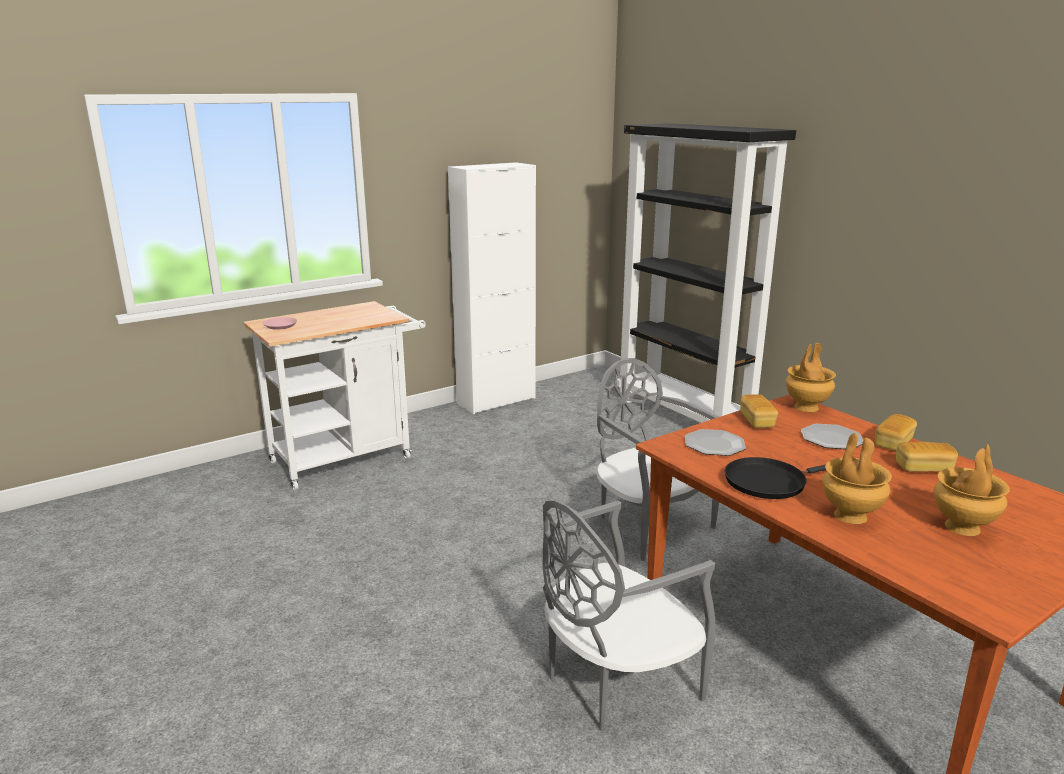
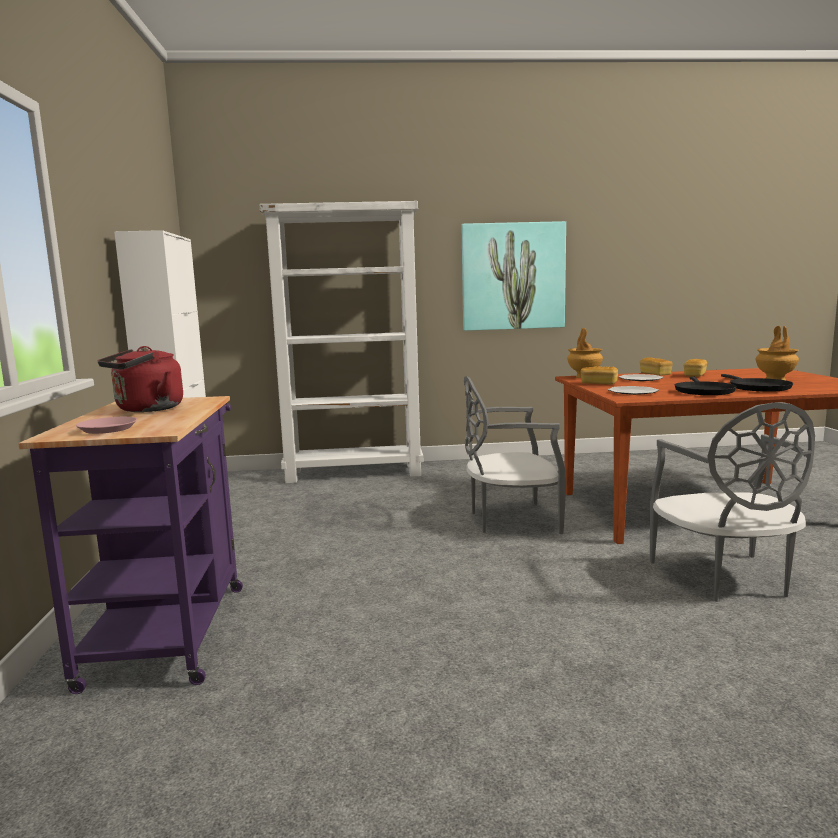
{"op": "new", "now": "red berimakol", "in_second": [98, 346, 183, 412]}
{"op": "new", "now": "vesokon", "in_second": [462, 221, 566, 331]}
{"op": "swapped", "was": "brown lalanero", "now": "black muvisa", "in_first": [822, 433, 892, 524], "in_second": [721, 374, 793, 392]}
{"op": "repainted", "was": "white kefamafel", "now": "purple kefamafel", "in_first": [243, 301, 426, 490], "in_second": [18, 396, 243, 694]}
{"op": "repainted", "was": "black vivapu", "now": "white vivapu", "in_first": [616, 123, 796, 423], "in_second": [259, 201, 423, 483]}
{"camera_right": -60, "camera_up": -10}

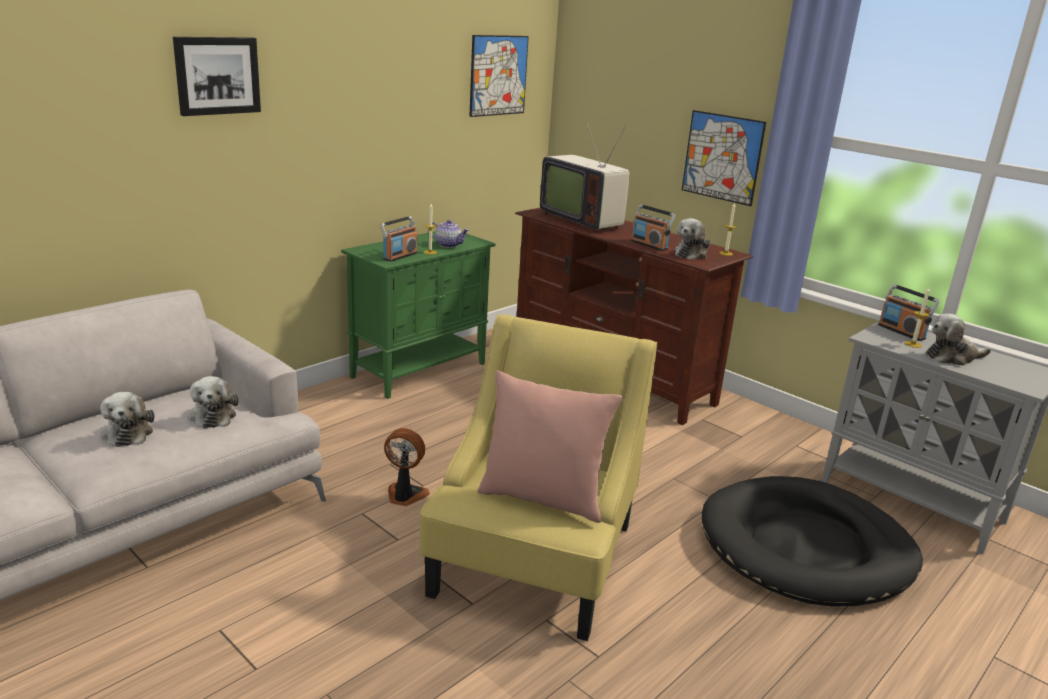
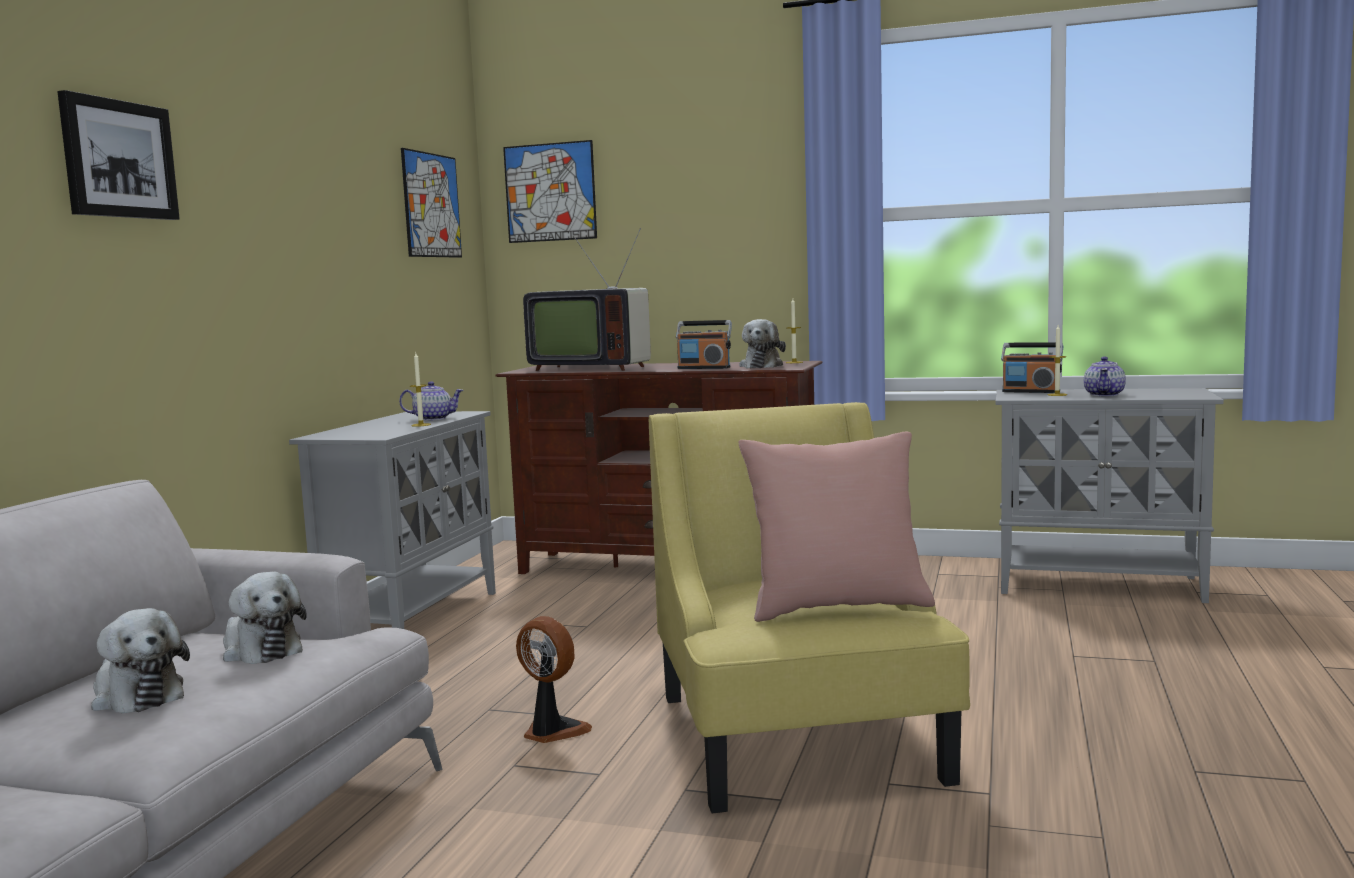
{"op": "gone", "was": "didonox", "in_first": [380, 216, 418, 262]}
{"op": "gone", "was": "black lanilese", "in_first": [702, 476, 923, 607]}
{"op": "shifted", "was": "vesokon", "in_first": [682, 110, 766, 206], "in_second": [503, 140, 597, 243]}
{"op": "swapped", "was": "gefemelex", "now": "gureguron", "in_first": [926, 314, 991, 366], "in_second": [1084, 357, 1126, 396]}
{"op": "repainted", "was": "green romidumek", "now": "grey romidumek", "in_first": [341, 231, 496, 399], "in_second": [289, 411, 496, 629]}
{"op": "rotated", "was": "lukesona", "in_first": [384, 428, 430, 506], "in_second": [516, 616, 592, 743], "clockwise": 45}
{"camera_right": -25, "camera_up": -15}

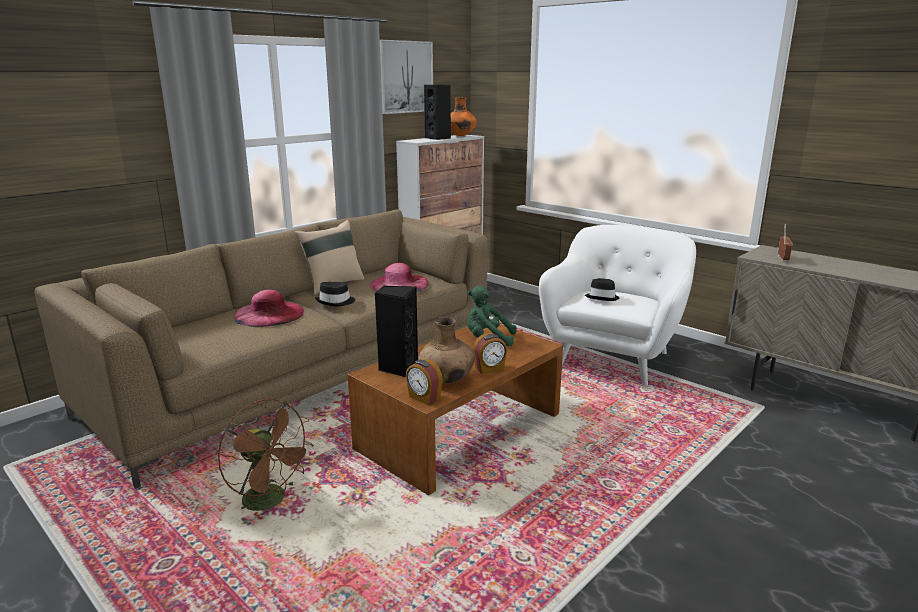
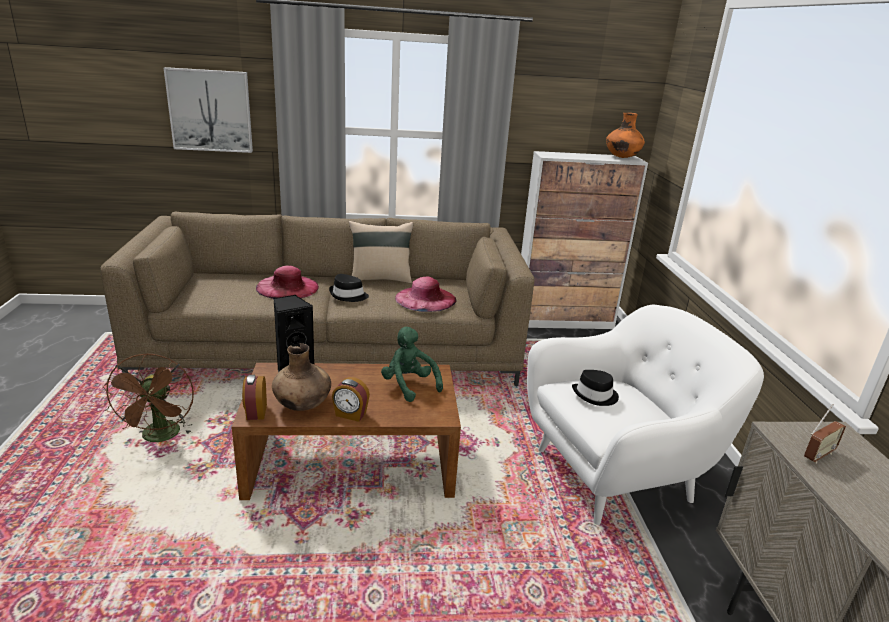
{"op": "gone", "was": "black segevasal", "in_first": [424, 85, 451, 140]}
{"op": "shifted", "was": "vesokon", "in_first": [380, 40, 433, 114], "in_second": [164, 67, 253, 153]}
{"camera_right": 40, "camera_up": 5}

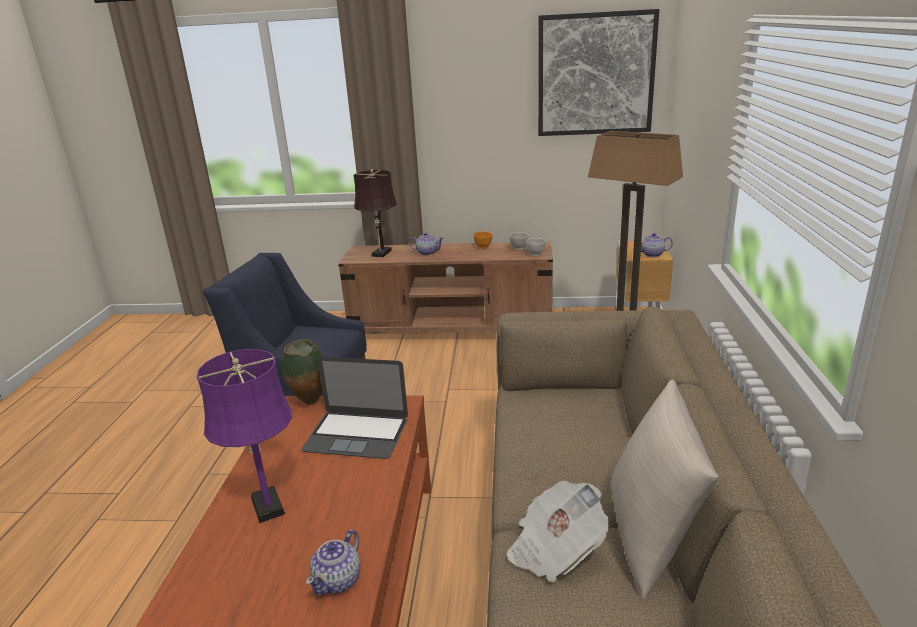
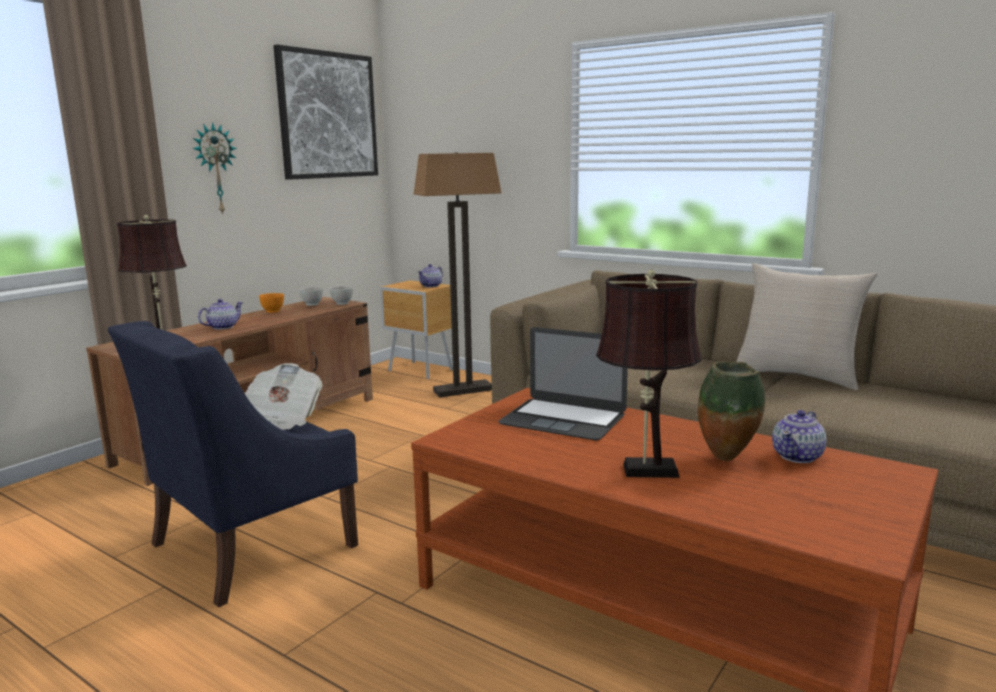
{"op": "new", "now": "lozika", "in_second": [192, 122, 237, 215]}
{"op": "shifted", "was": "lalanero", "in_first": [282, 339, 324, 405], "in_second": [698, 361, 765, 461]}
{"op": "shifted", "was": "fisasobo", "in_first": [507, 481, 609, 582], "in_second": [245, 363, 323, 430]}
{"op": "repainted", "was": "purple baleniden", "now": "brown baleniden", "in_first": [197, 349, 292, 523], "in_second": [596, 270, 701, 478]}
{"op": "rotated", "was": "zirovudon", "in_first": [301, 357, 408, 459], "in_second": [498, 327, 628, 440], "clockwise": 75}
{"op": "rotated", "was": "gureguron", "in_first": [306, 529, 360, 595], "in_second": [772, 410, 827, 463], "clockwise": 75}
{"camera_right": -60, "camera_up": -10}

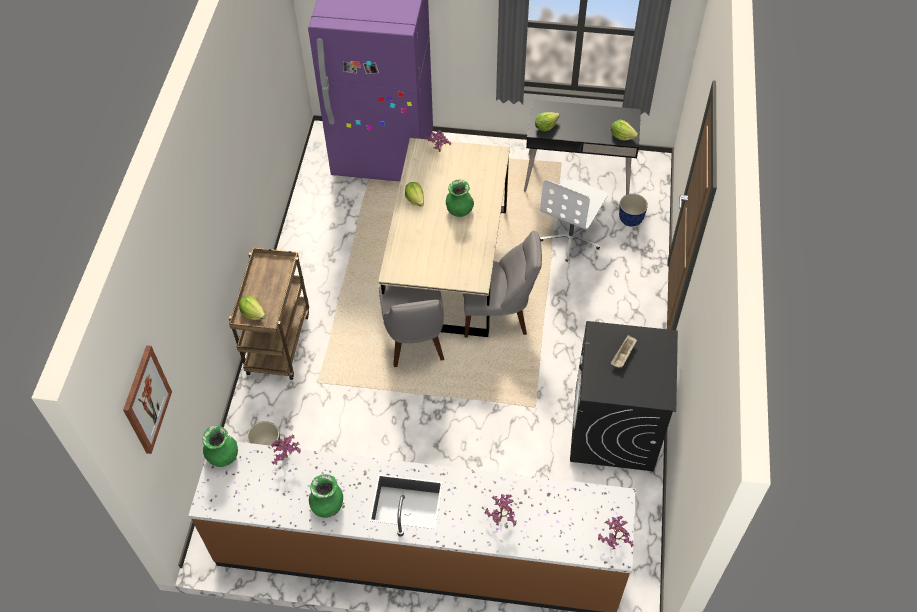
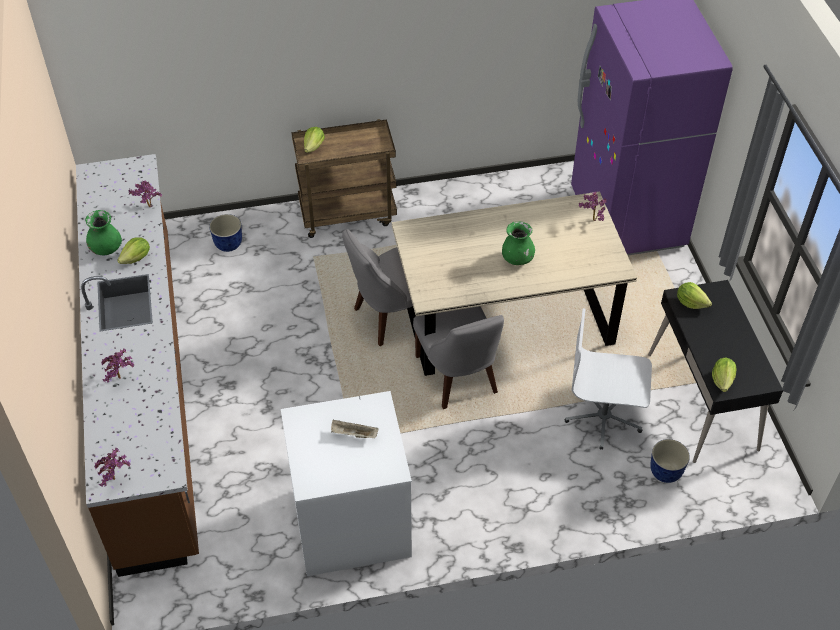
{"op": "gone", "was": "vesokon", "in_first": [123, 345, 172, 454]}
{"op": "gone", "was": "green lalanero", "in_first": [202, 425, 238, 467]}
{"op": "shifted", "was": "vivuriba", "in_first": [405, 182, 424, 207], "in_second": [117, 237, 150, 264]}
{"op": "repainted", "was": "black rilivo", "now": "white rilivo", "in_first": [570, 321, 678, 471], "in_second": [281, 391, 412, 576]}
{"camera_right": 70, "camera_up": -5}

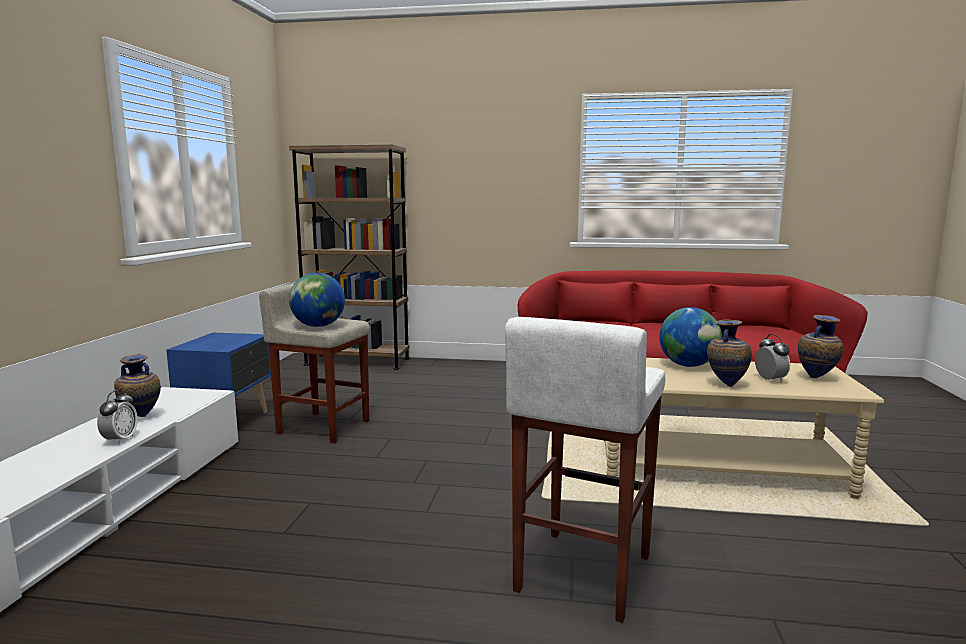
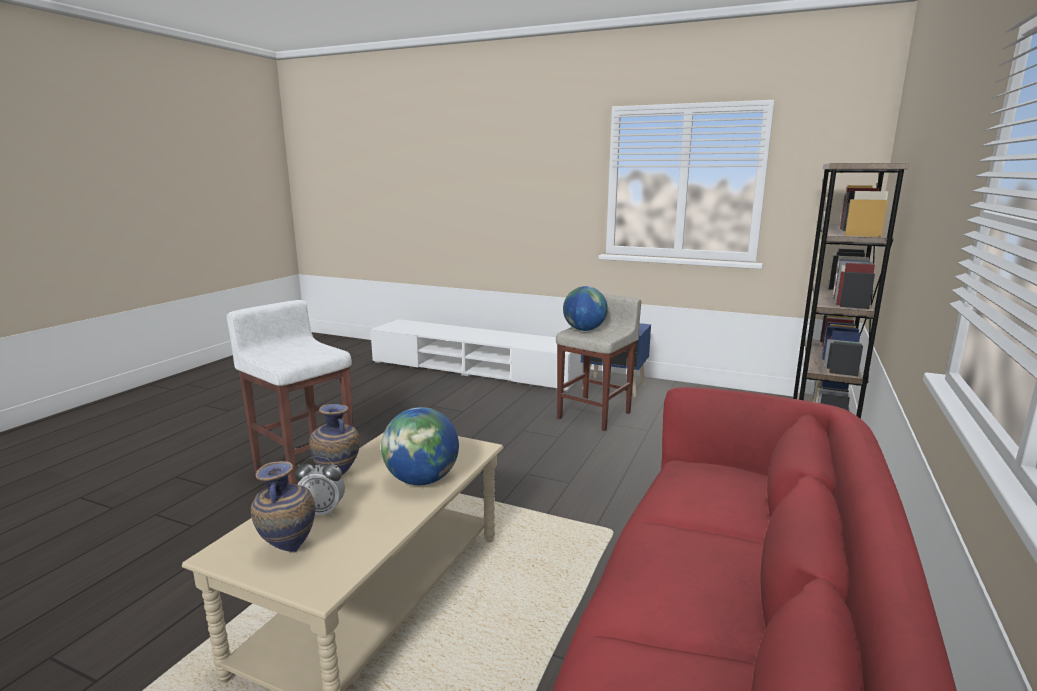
{"op": "gone", "was": "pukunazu", "in_first": [97, 390, 138, 444]}
{"op": "gone", "was": "lalanero", "in_first": [114, 354, 161, 417]}
{"camera_right": 105, "camera_up": 5}

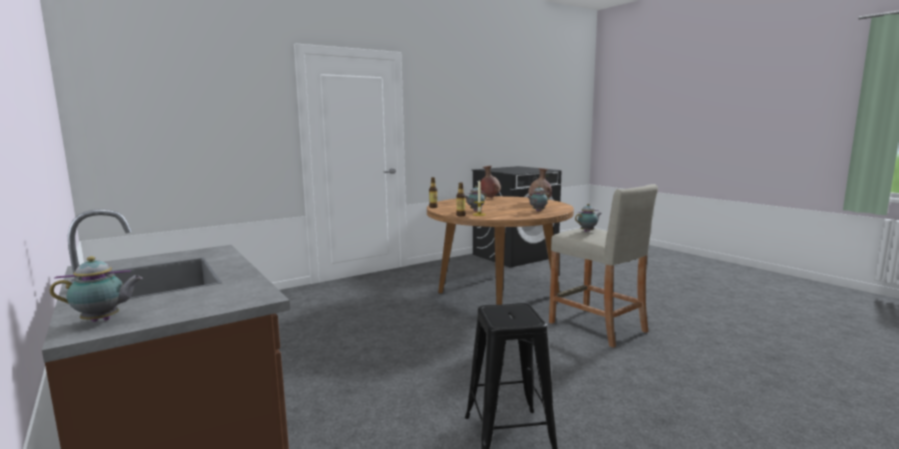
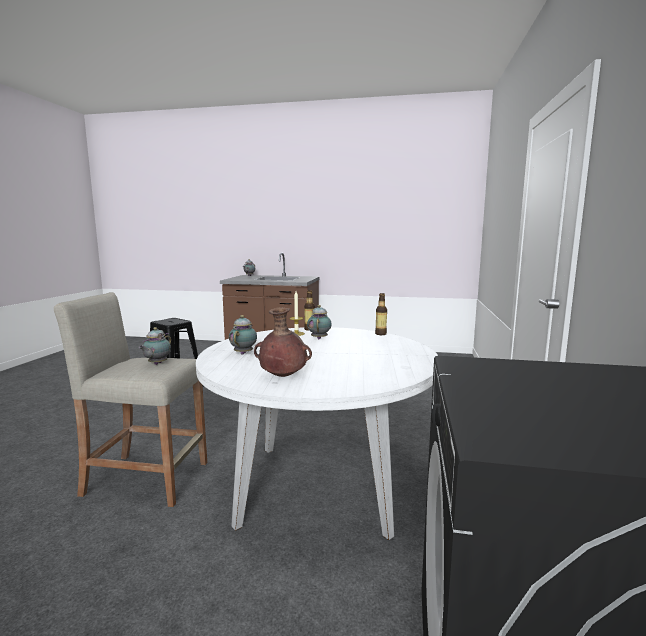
{"op": "gone", "was": "brown lalanero", "in_first": [480, 166, 501, 198]}
{"op": "repainted", "was": "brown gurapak", "now": "white gurapak", "in_first": [427, 196, 574, 305], "in_second": [196, 327, 438, 540]}
{"camera_right": 135, "camera_up": 0}

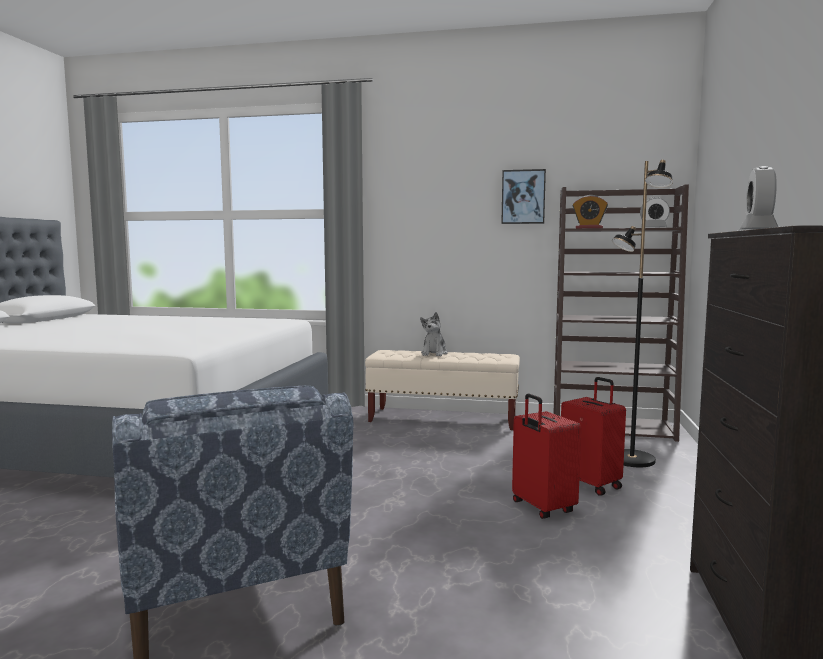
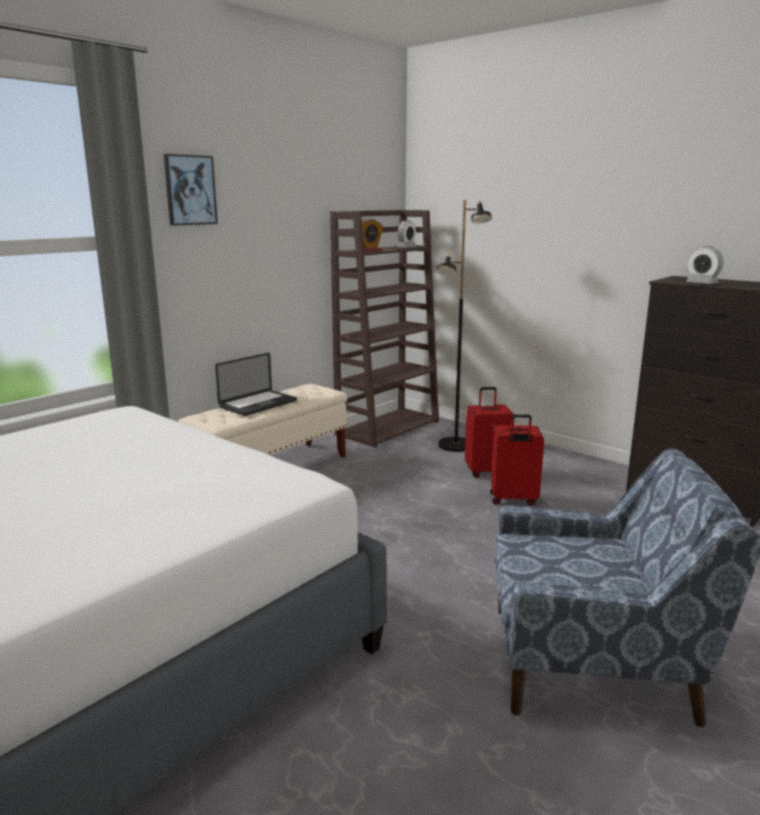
{"op": "shifted", "was": "vesokon", "in_first": [501, 169, 546, 224], "in_second": [164, 154, 218, 226]}
{"op": "swapped", "was": "gefemelex", "now": "zirovudon", "in_first": [420, 312, 448, 356], "in_second": [215, 353, 297, 416]}
{"camera_right": -60, "camera_up": 10}

